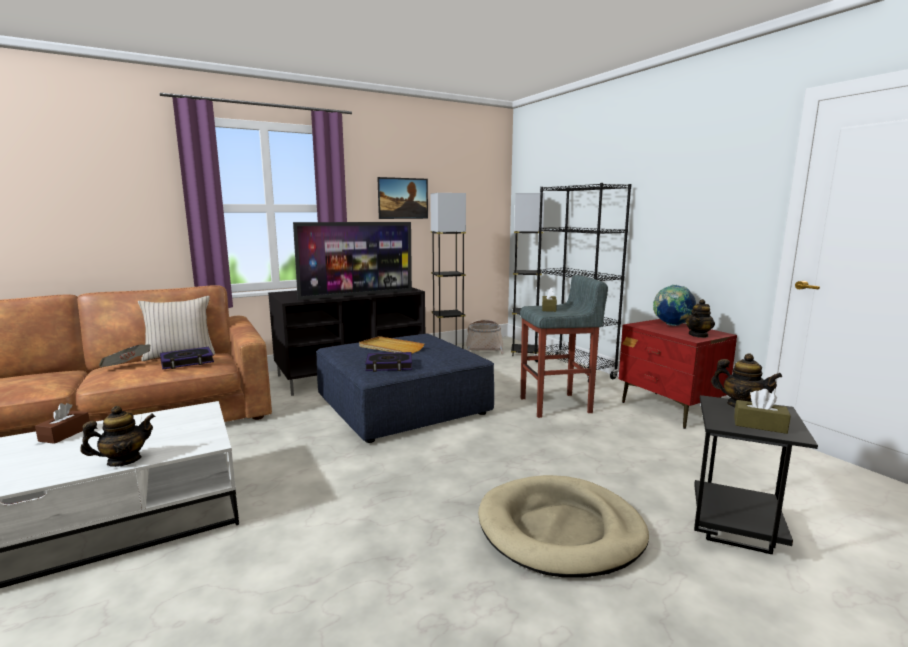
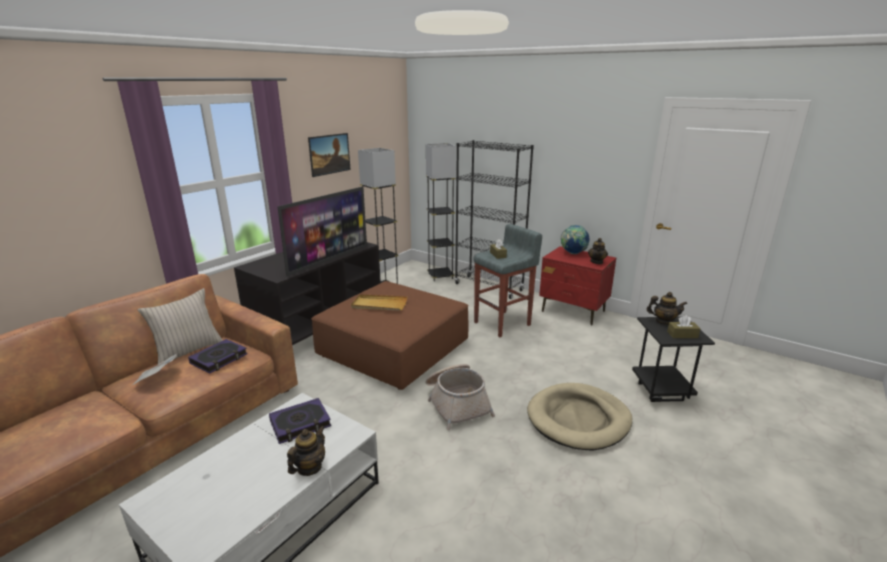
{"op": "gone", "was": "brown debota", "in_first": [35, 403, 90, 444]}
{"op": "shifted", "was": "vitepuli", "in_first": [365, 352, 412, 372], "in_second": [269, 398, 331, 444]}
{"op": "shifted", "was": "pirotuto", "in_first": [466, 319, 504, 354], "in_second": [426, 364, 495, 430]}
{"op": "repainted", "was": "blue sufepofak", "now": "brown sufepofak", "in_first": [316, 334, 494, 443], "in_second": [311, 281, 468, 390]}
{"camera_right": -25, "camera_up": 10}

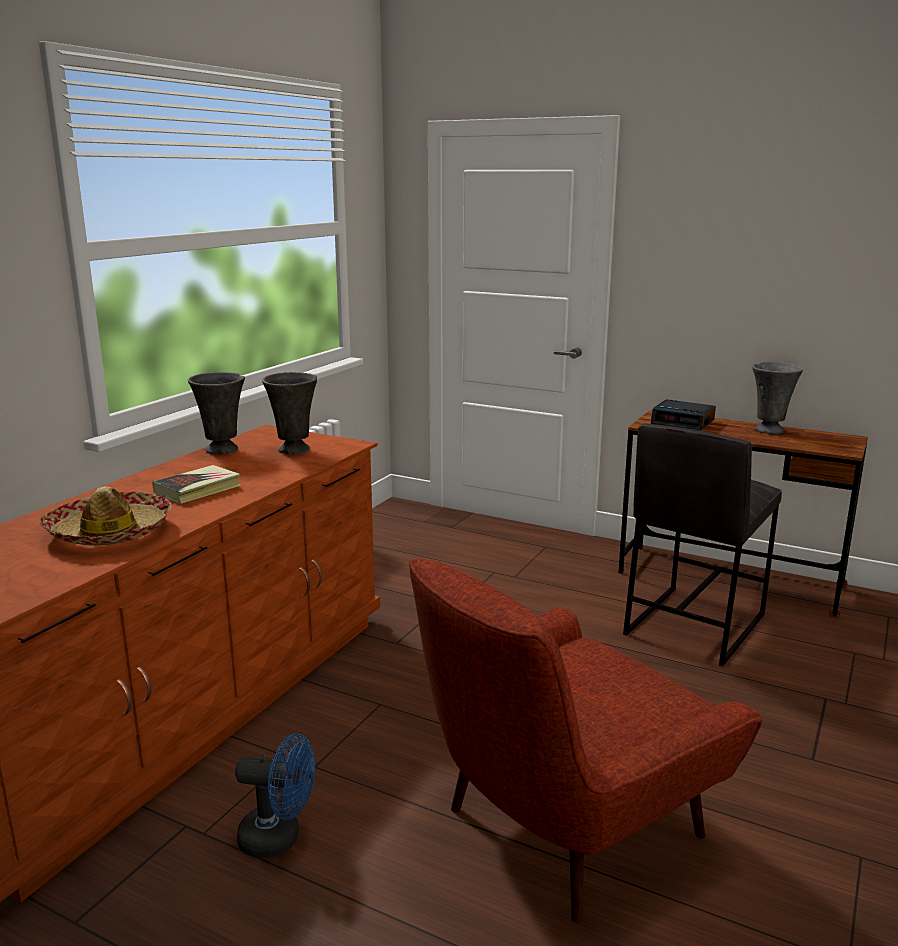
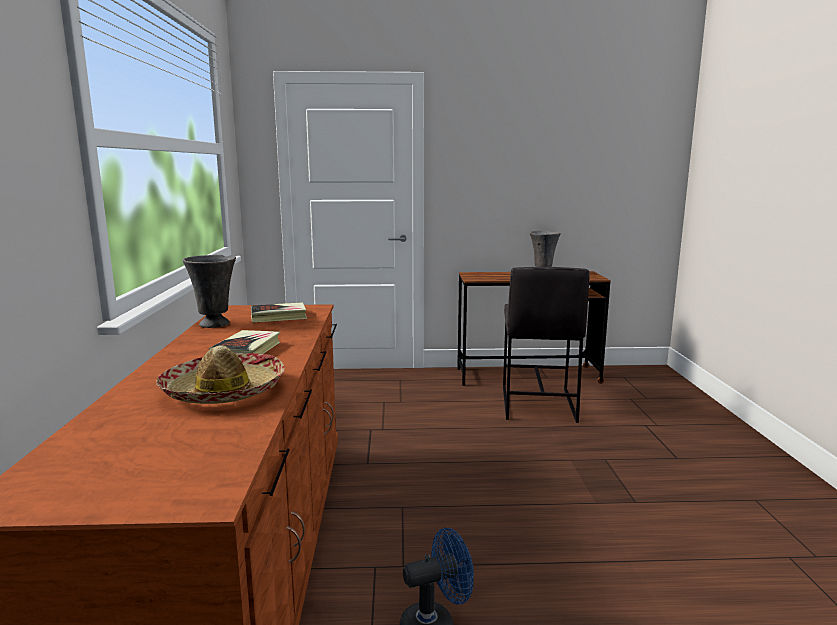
{"op": "gone", "was": "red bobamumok", "in_first": [409, 558, 762, 924]}
{"op": "gone", "was": "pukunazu", "in_first": [651, 399, 716, 431]}
{"op": "swapped", "was": "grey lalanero", "now": "vitepuli", "in_first": [262, 372, 317, 455], "in_second": [251, 302, 307, 323]}
{"camera_right": -30, "camera_up": -5}

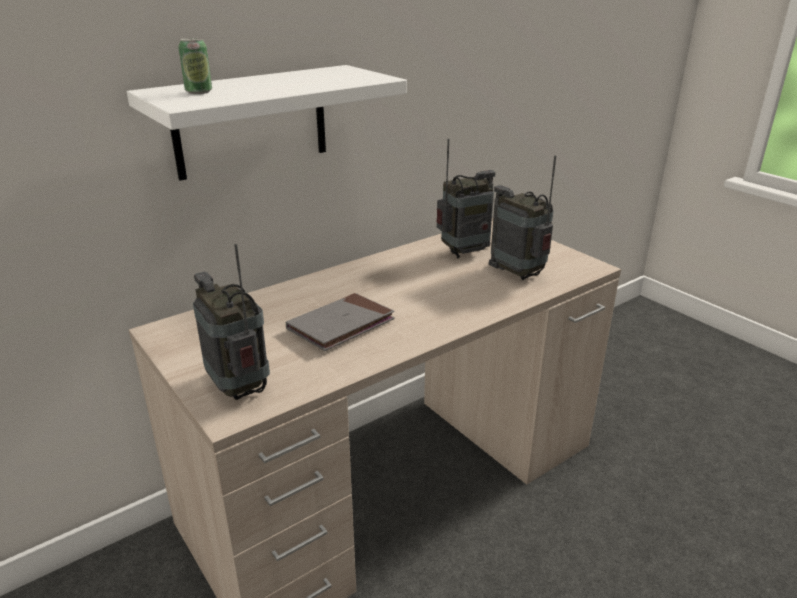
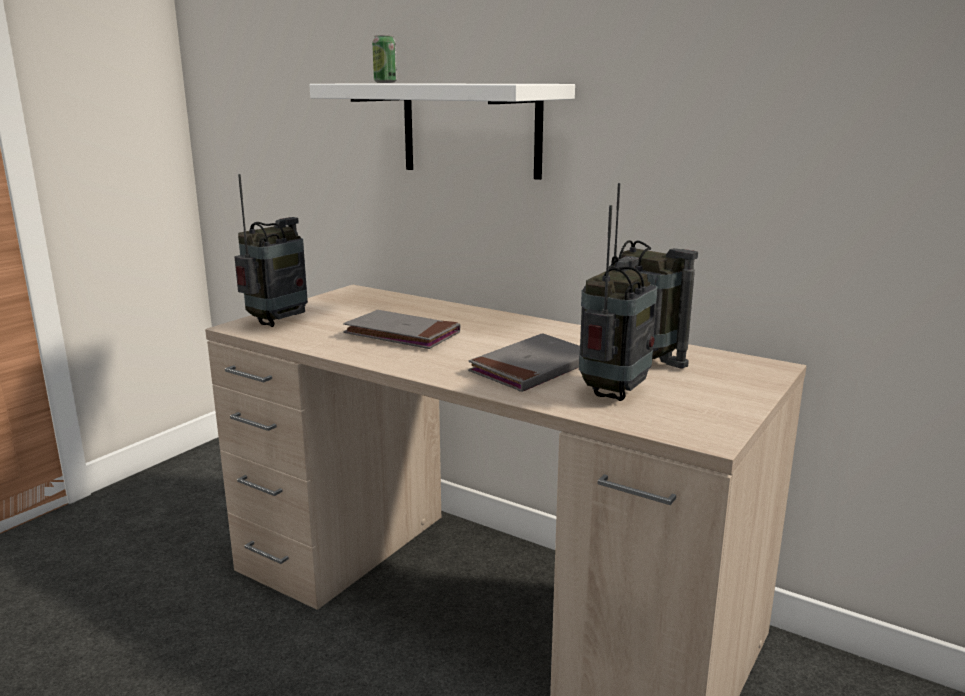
{"op": "new", "now": "grey vitepuli", "in_second": [468, 333, 580, 392]}
{"camera_right": 70, "camera_up": -10}

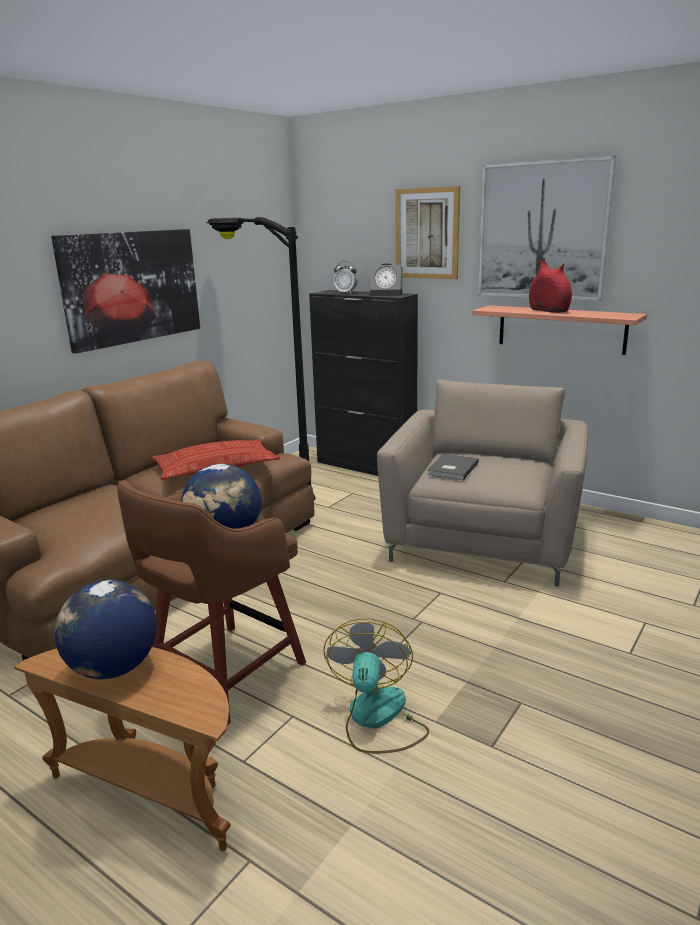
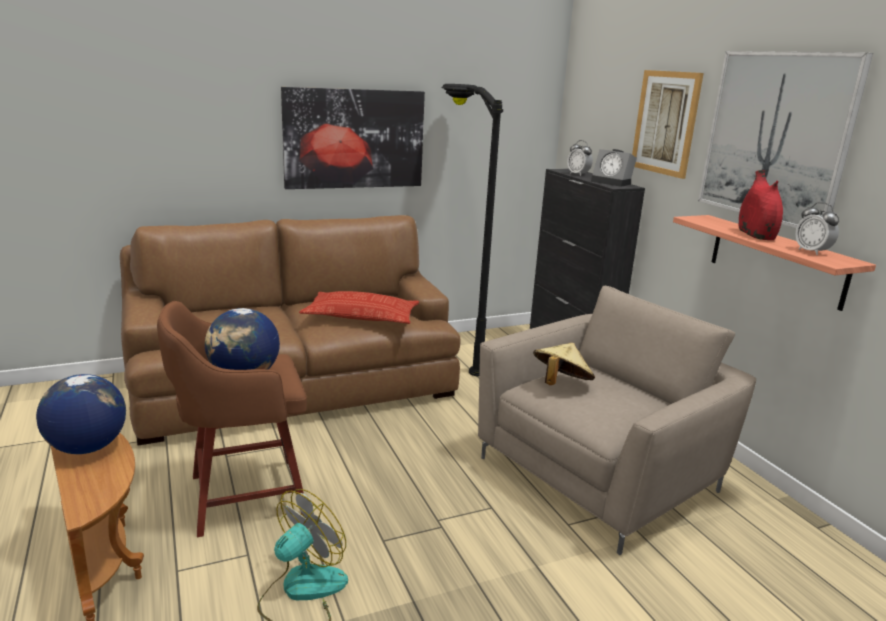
{"op": "new", "now": "pukunazu", "in_second": [795, 202, 839, 255]}
{"op": "swapped", "was": "grey vitepuli", "now": "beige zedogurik", "in_first": [427, 454, 479, 480], "in_second": [533, 343, 595, 385]}
{"camera_right": 30, "camera_up": 0}

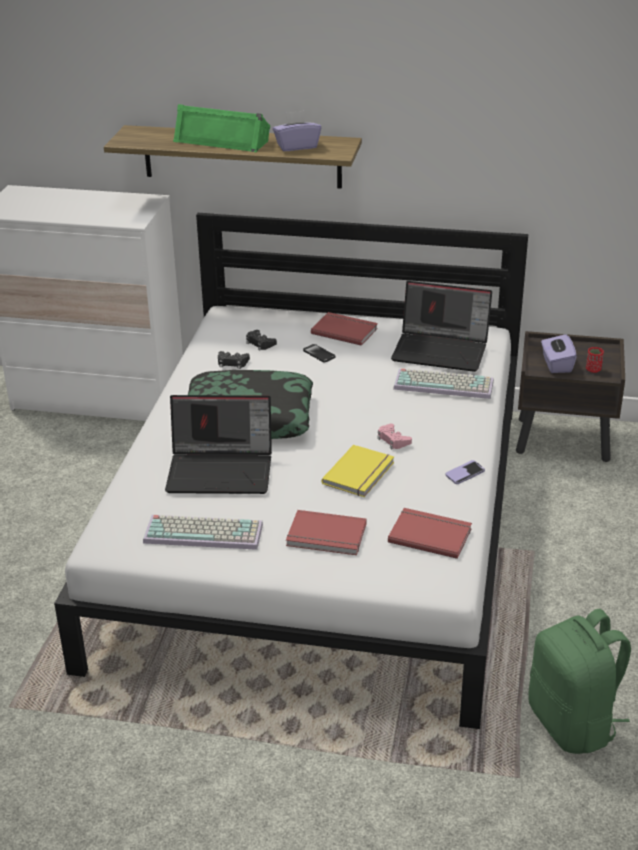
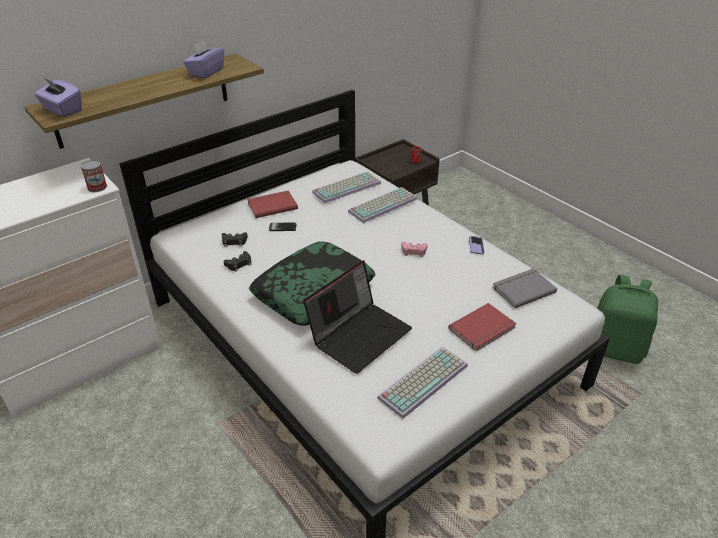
{"op": "gone", "was": "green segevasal", "in_first": [173, 104, 270, 152]}
{"op": "gone", "was": "yellow vitepuli", "in_first": [322, 445, 394, 497]}
{"op": "new", "now": "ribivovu", "in_second": [81, 160, 107, 192]}
{"op": "shifted", "was": "purple debota", "in_first": [541, 332, 577, 373], "in_second": [34, 78, 82, 117]}
{"op": "swapped", "was": "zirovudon", "now": "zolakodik", "in_first": [391, 281, 492, 372], "in_second": [312, 171, 381, 203]}
{"op": "repainted", "was": "red vitepuli", "now": "grey vitepuli", "in_first": [388, 508, 472, 559], "in_second": [492, 268, 557, 308]}
{"camera_right": -50, "camera_up": 5}

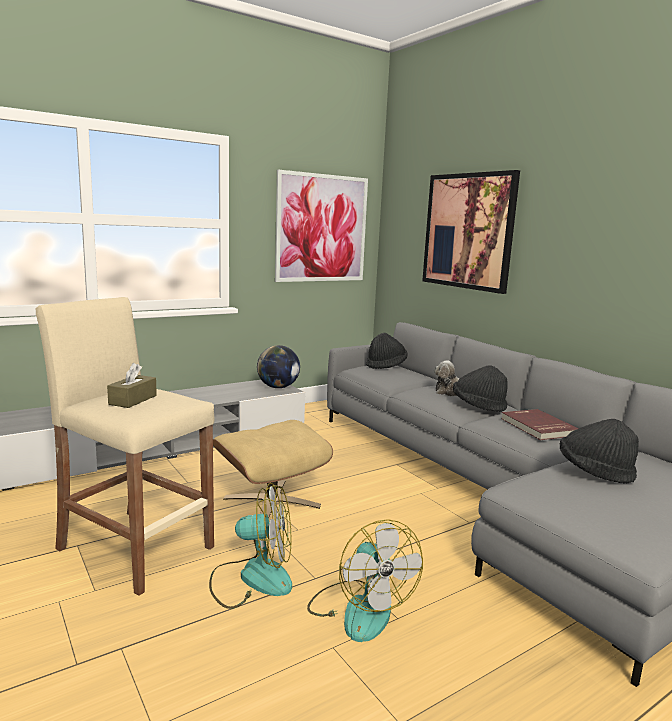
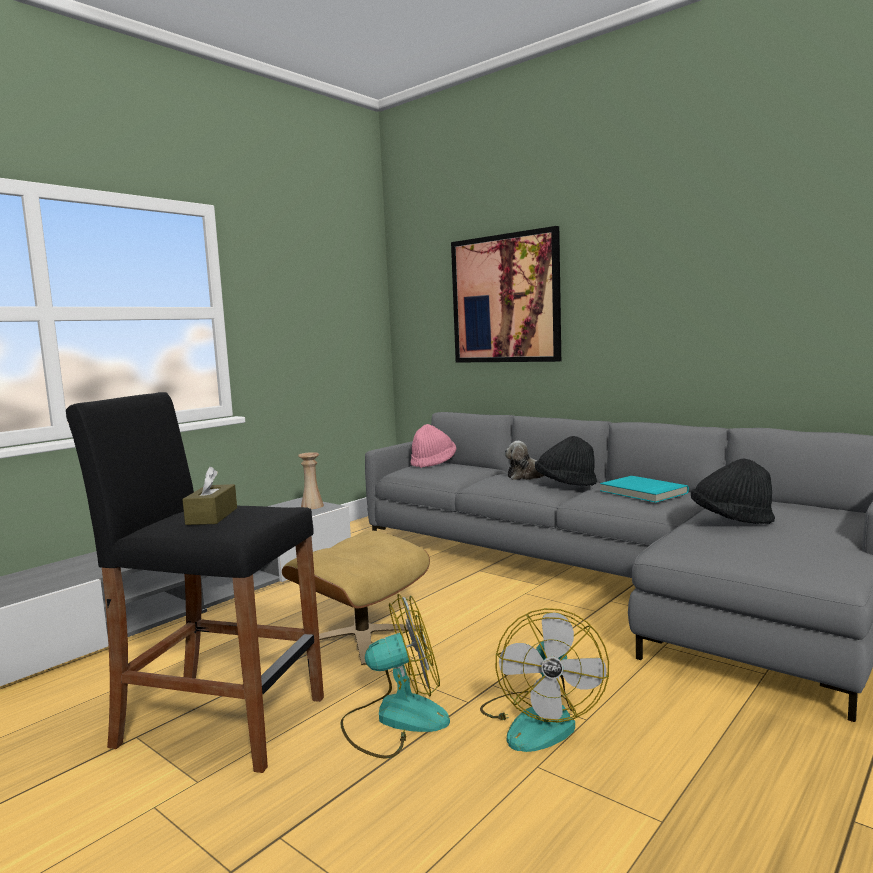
{"op": "gone", "was": "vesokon", "in_first": [275, 170, 368, 282]}
{"op": "swapped", "was": "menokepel", "now": "beige lalanero", "in_first": [257, 345, 300, 388], "in_second": [298, 452, 324, 509]}
{"op": "repainted", "was": "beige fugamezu", "now": "black fugamezu", "in_first": [36, 297, 215, 596], "in_second": [66, 392, 324, 773]}
{"op": "repainted", "was": "black zedogurik", "now": "pink zedogurik", "in_first": [366, 333, 408, 369], "in_second": [410, 424, 456, 468]}
{"op": "repainted", "was": "red vitepuli", "now": "turquoise vitepuli", "in_first": [501, 409, 579, 440], "in_second": [600, 476, 689, 503]}
{"op": "rotated", "was": "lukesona", "in_first": [307, 519, 423, 642], "in_second": [480, 608, 609, 752], "clockwise": 45}
{"camera_right": -15, "camera_up": -5}

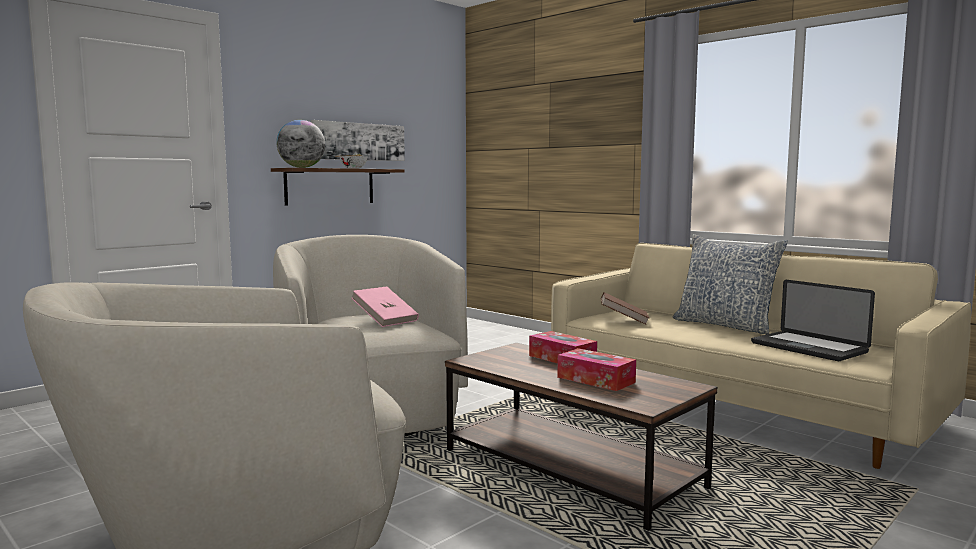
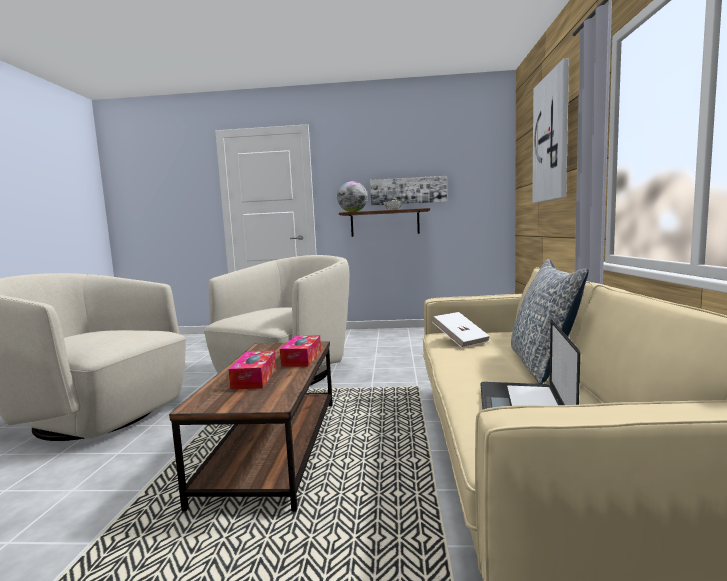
{"op": "gone", "was": "pink vitepuli", "in_first": [352, 286, 419, 327]}
{"op": "new", "now": "vesokon", "in_second": [532, 58, 569, 203]}
{"op": "repainted", "was": "brown vitepuli", "now": "white vitepuli", "in_first": [601, 292, 649, 325], "in_second": [432, 312, 490, 348]}
{"camera_right": 50, "camera_up": 0}

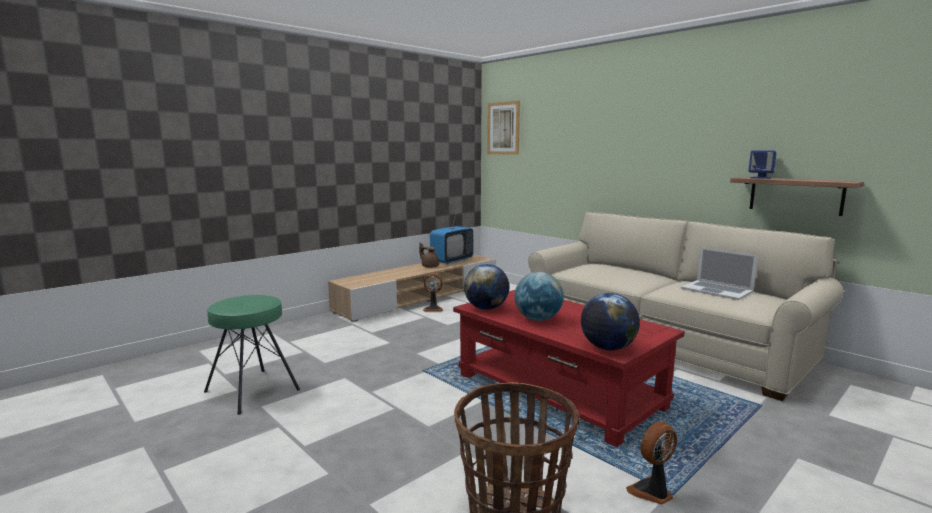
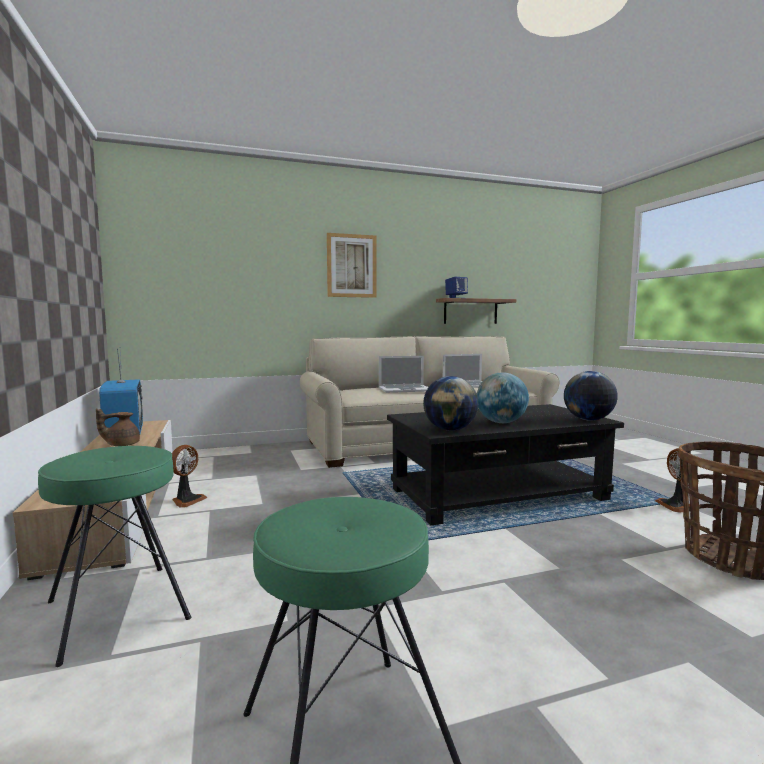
{"op": "new", "now": "green fugamezu", "in_second": [38, 446, 191, 667]}
{"op": "new", "now": "zirovudon", "in_second": [379, 356, 428, 393]}
{"op": "shifted", "was": "vesokon", "in_first": [487, 101, 520, 155], "in_second": [327, 233, 377, 298]}
{"op": "repainted", "was": "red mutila", "now": "black mutila", "in_first": [453, 290, 685, 447], "in_second": [387, 404, 624, 526]}
{"camera_right": -65, "camera_up": -5}

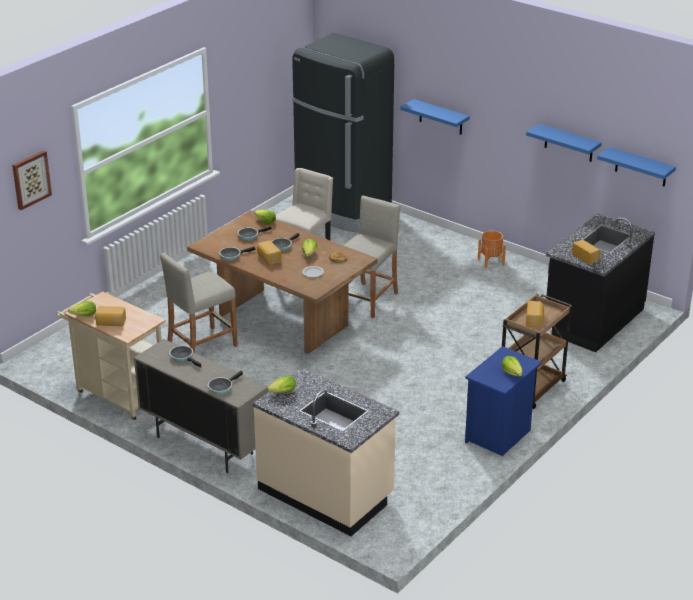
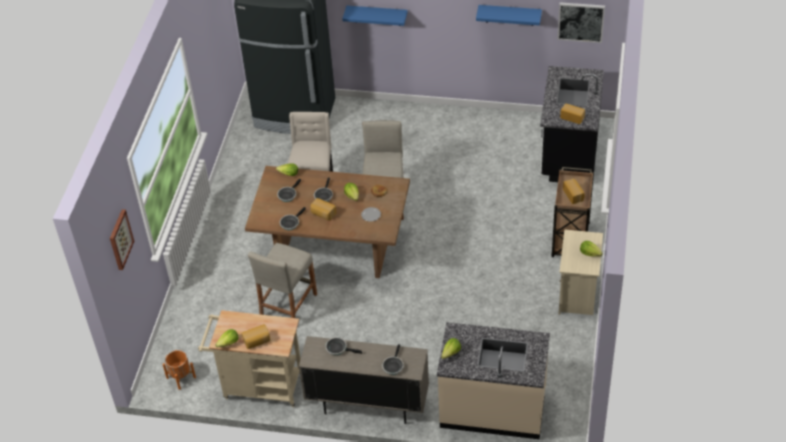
{"op": "shifted", "was": "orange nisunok", "in_first": [478, 231, 506, 268], "in_second": [163, 350, 196, 390]}
{"op": "swapped", "was": "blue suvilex", "now": "vesokon", "in_first": [597, 147, 676, 187], "in_second": [557, 2, 605, 43]}
{"op": "repainted", "was": "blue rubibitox", "now": "beige rubibitox", "in_first": [465, 346, 542, 456], "in_second": [558, 229, 603, 315]}
{"camera_right": -25, "camera_up": 15}

